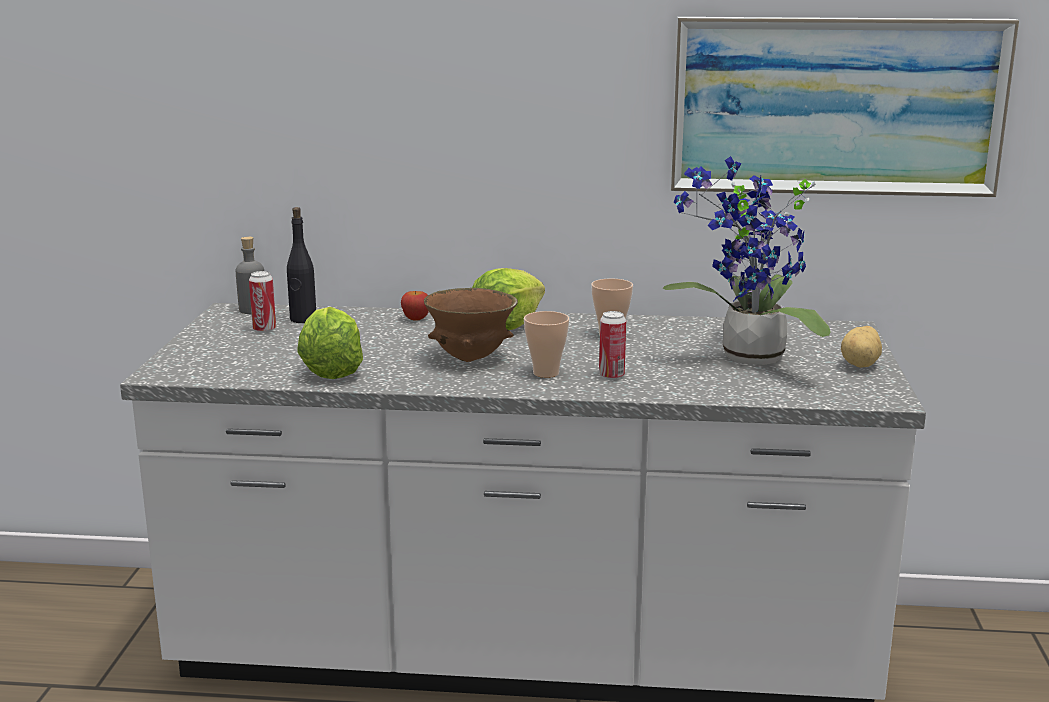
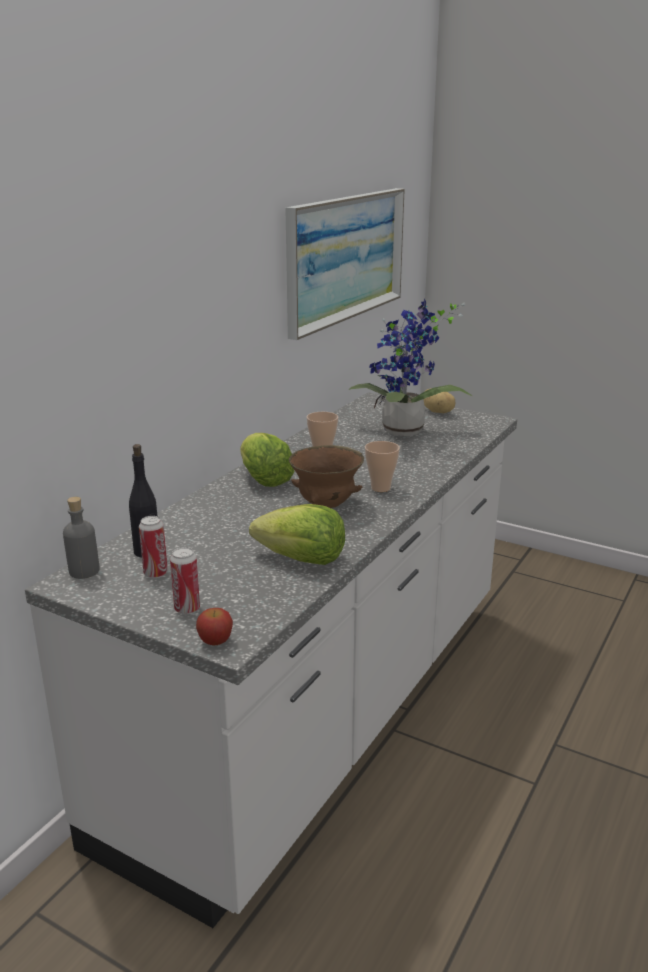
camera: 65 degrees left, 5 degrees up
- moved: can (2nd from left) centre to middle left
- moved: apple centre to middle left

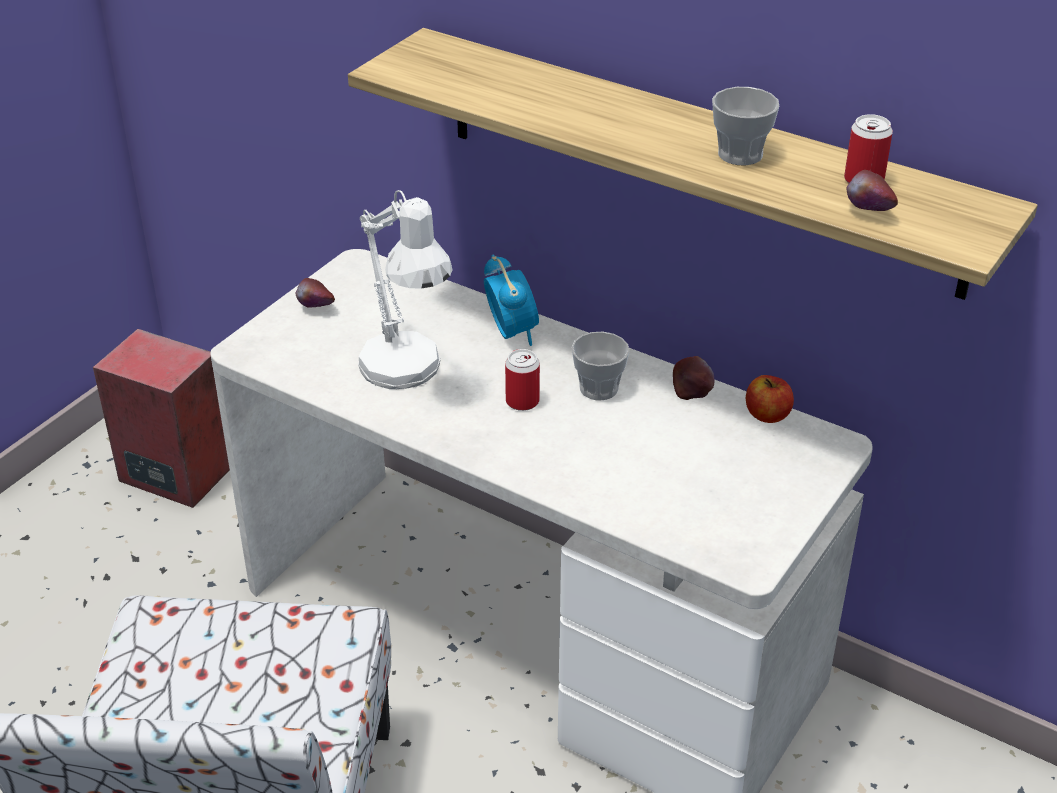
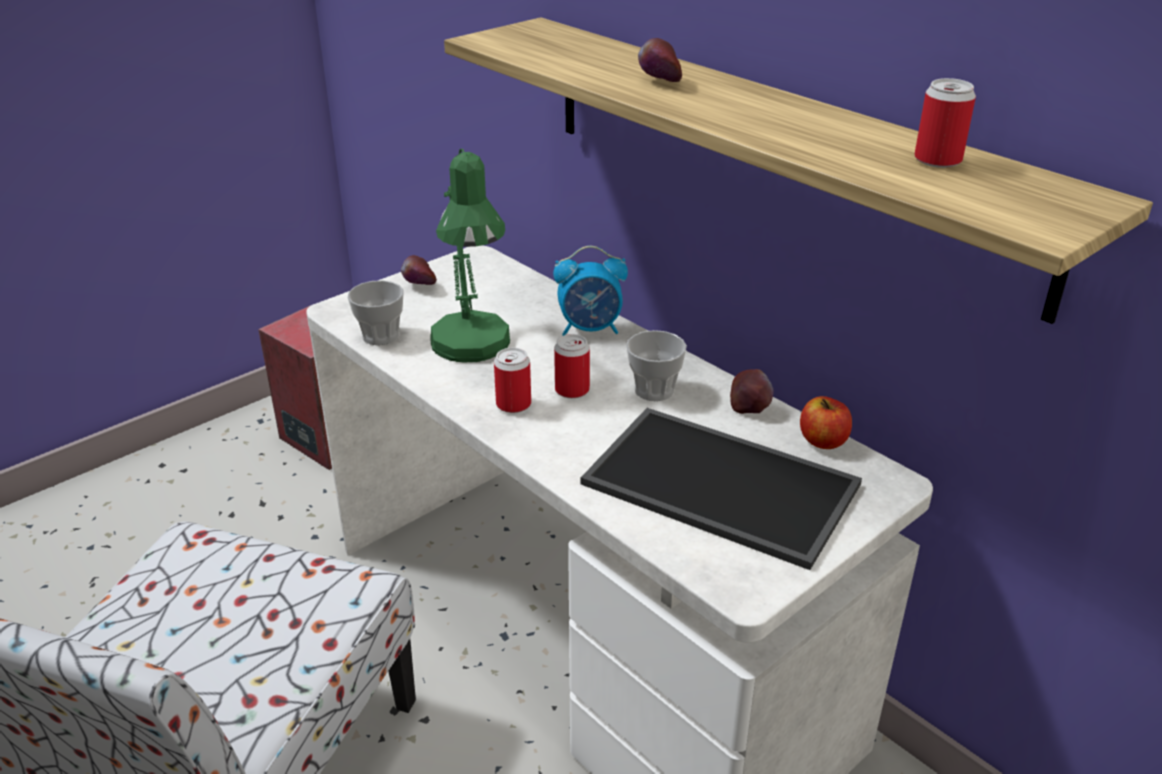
camera: 15 degrees right, 5 degrees down
- moved: cup (2nd from left in the first image) top right to cup (1st from left) middle left
- recoloured: table lamp (white) centre to table lamp (green) top centre
- added: can (1st from left) centre
- turned: alarm clock centre = centre 90 degrees clockwise
- added: tray centre
- moved: apple (4th from left in the first image) top right to apple (2nd from left) top centre

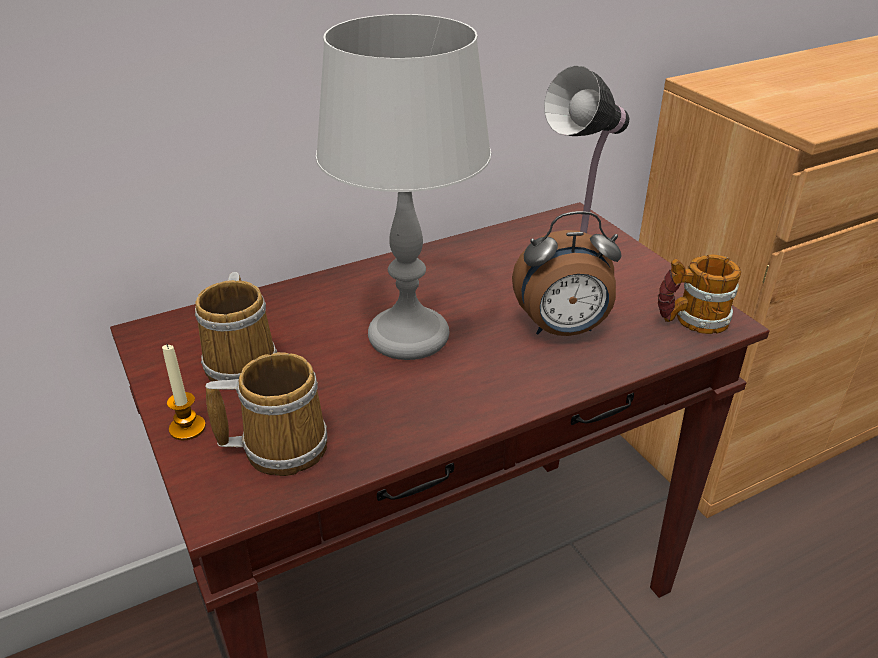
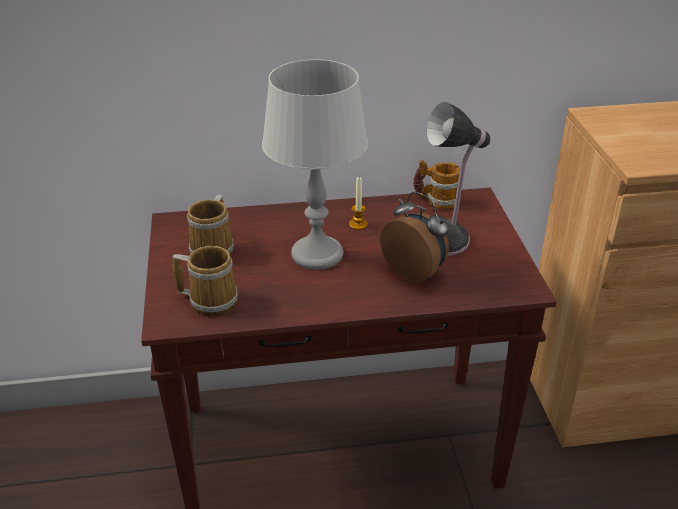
camera: 20 degrees right, 0 degrees up
- moved: candle middle left to centre
- turned: alarm clock centre = centre 150 degrees counterclockwise
- moved: mug (3rd from left) middle right to centre

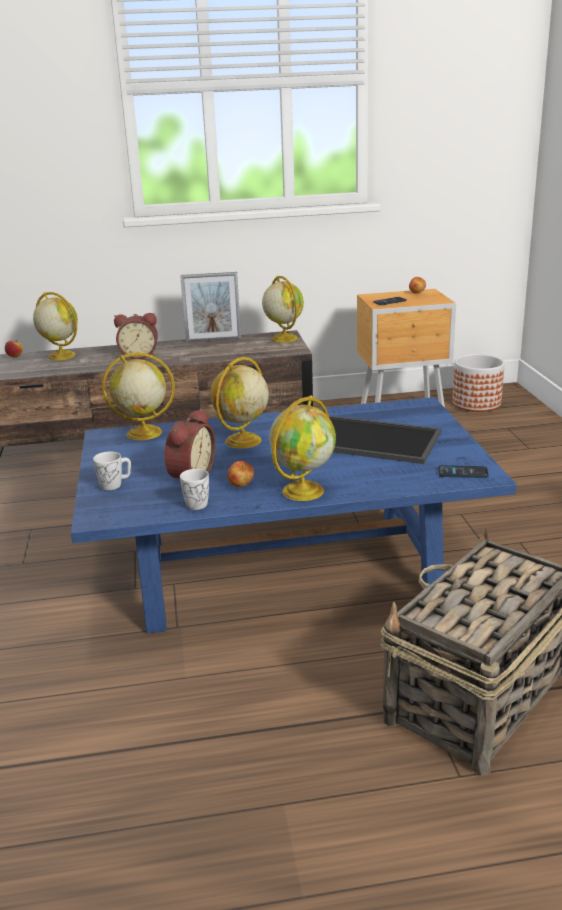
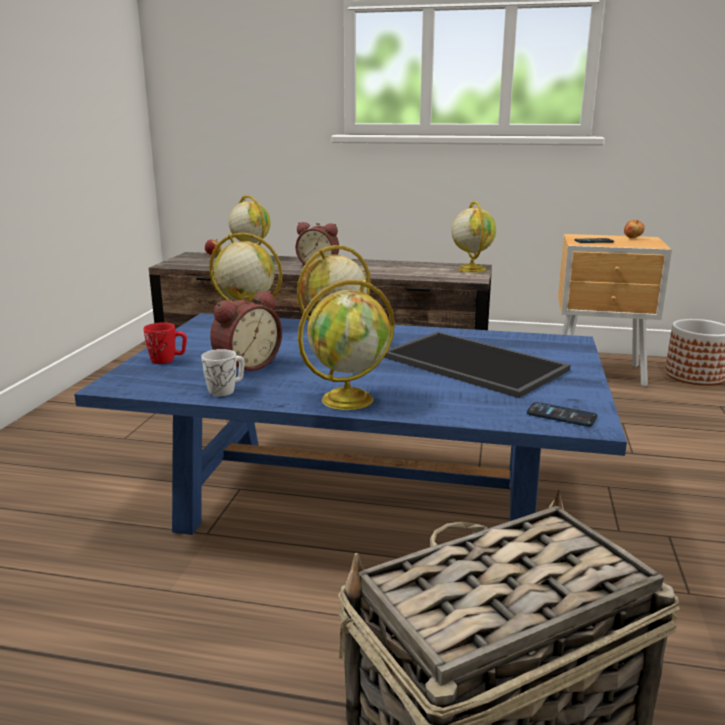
camera: 20 degrees right, 5 degrees down
- recoloured: mug (white) (1st from left) middle left to mug (red) middle left
- removed: picture frame centre
- removed: apple (2nd from left) centre

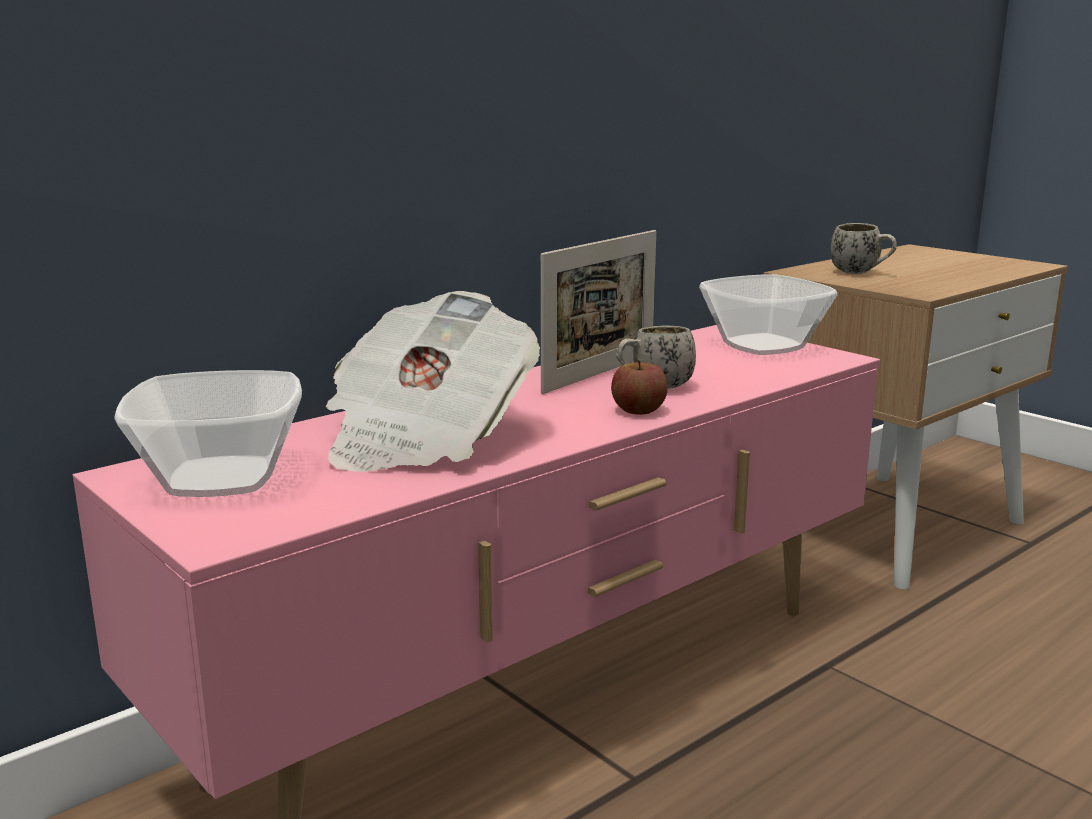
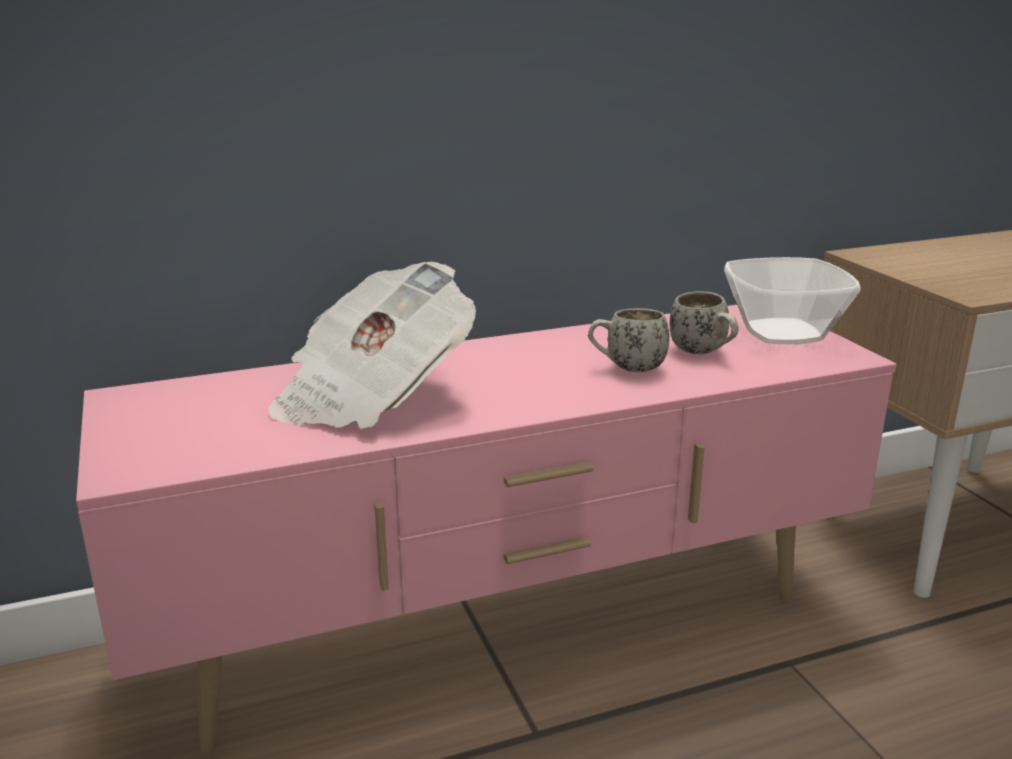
camera: 20 degrees right, 5 degrees up
- moved: mug (white) (2nd from left) top right to middle right
- removed: bowl (1st from left) middle left
- removed: picture frame centre
- removed: apple centre

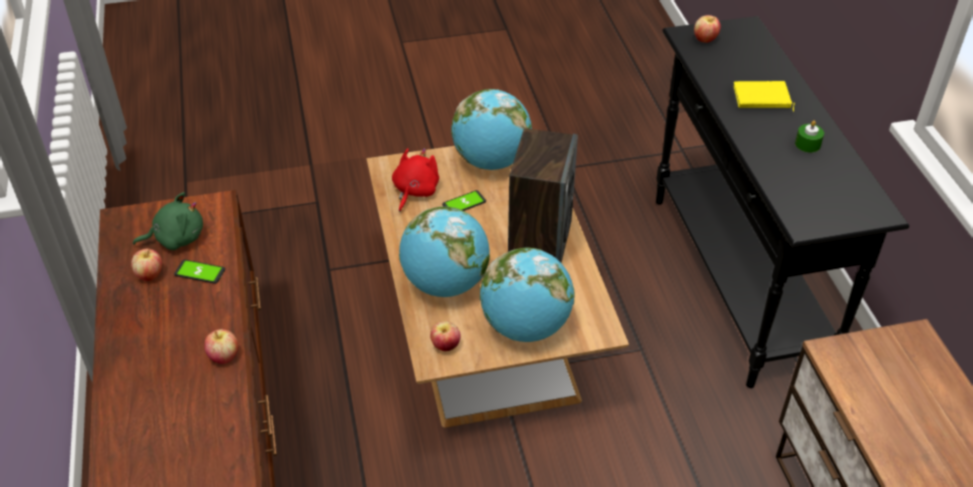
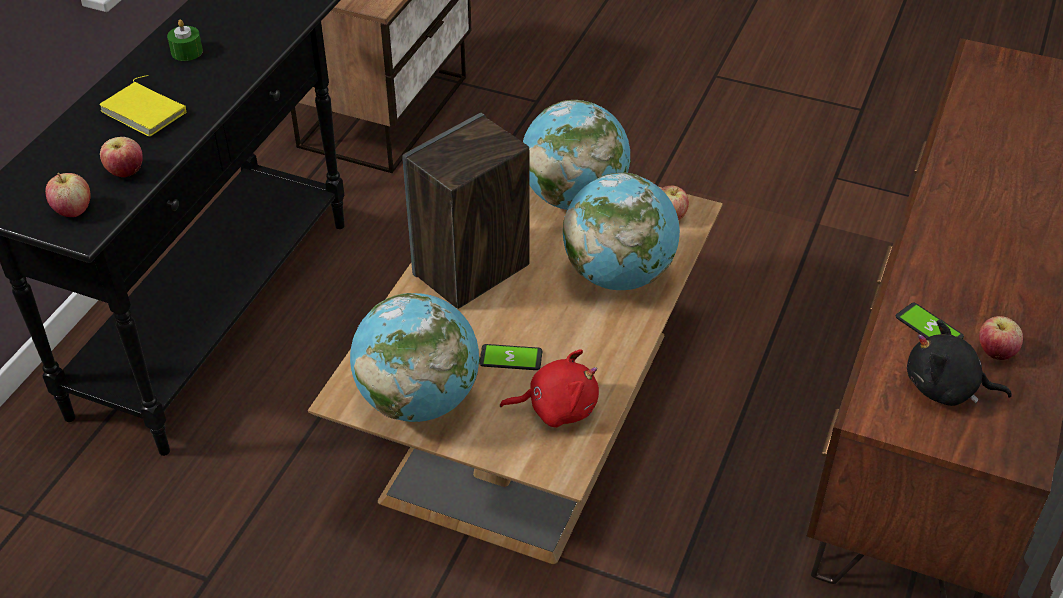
camera: 145 degrees left, 0 degrees up
- moved: apple (2nd from left) bottom left to top left
- turned: plush toy (red) centre = centre 150 degrees counterclockwise
- recoloured: plush toy (green) middle left to plush toy (black) middle right

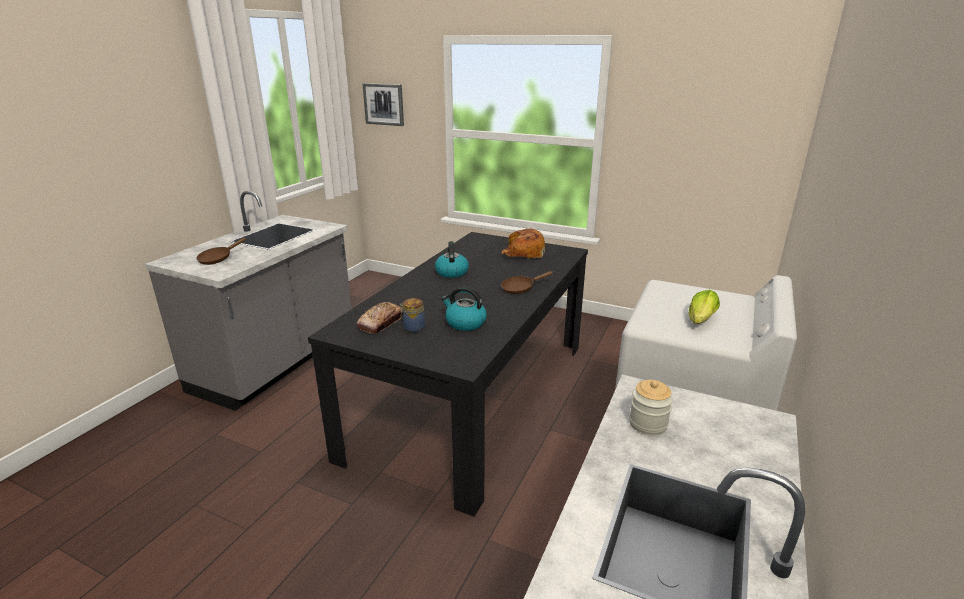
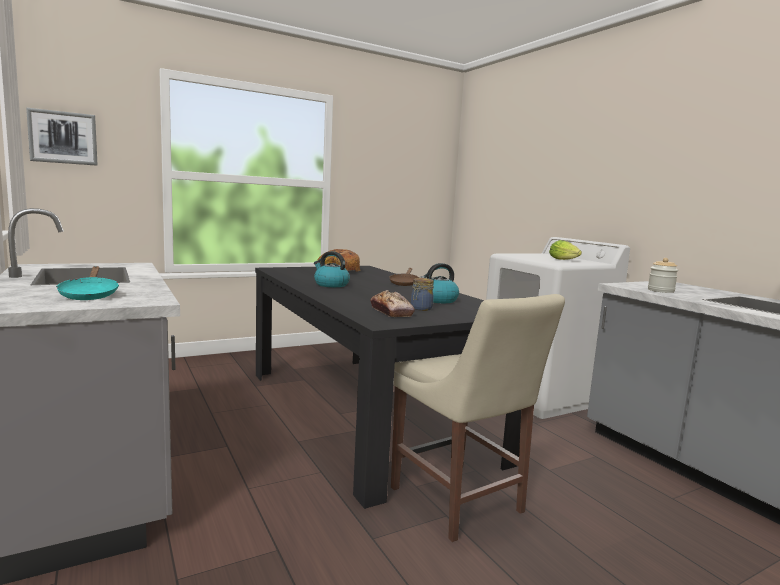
camera: 55 degrees left, 15 degrees down
- recoloured: frying pan (brown) (1st from left) middle left to frying pan (turquoise) middle left
- added: chair (beige) bottom centre

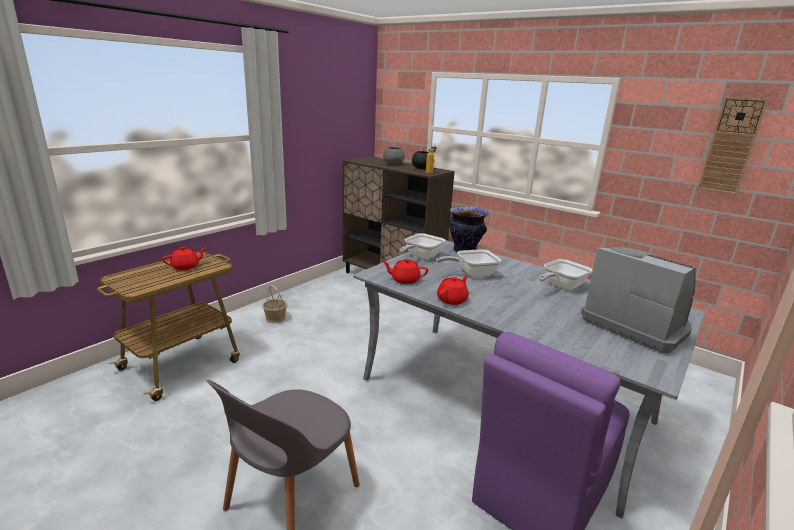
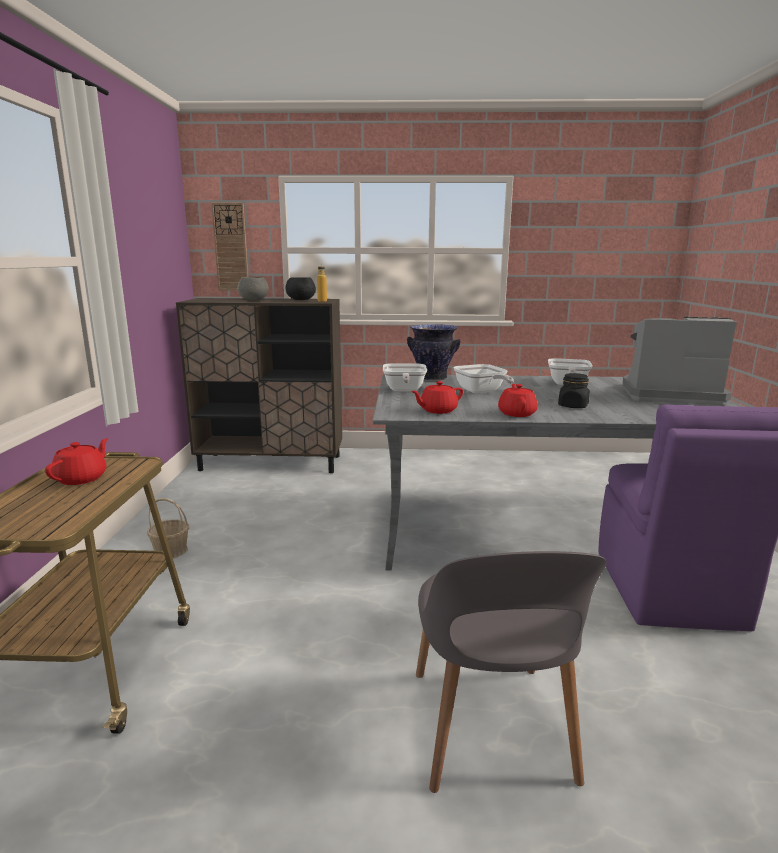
camera: 35 degrees left, 5 degrees down
- moved: wall clock top right to top left
- turned: frying pan (2nd from left) centre = centre 60 degrees counterclockwise
- added: jar (black) middle right

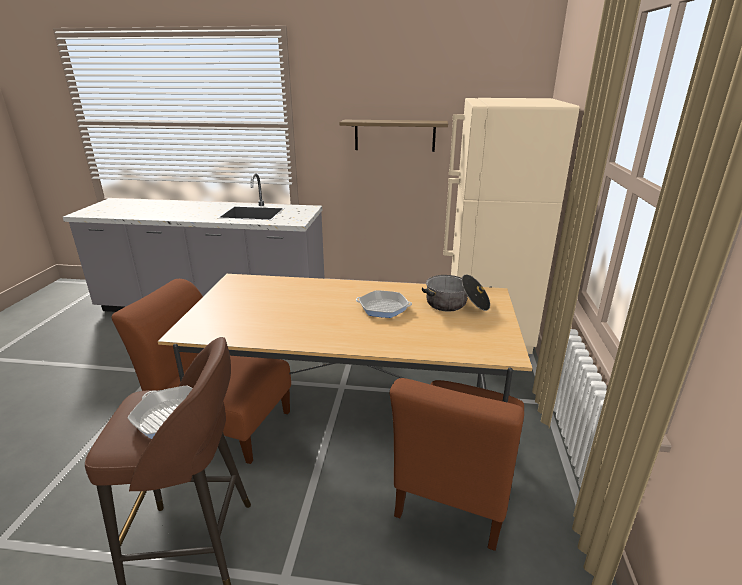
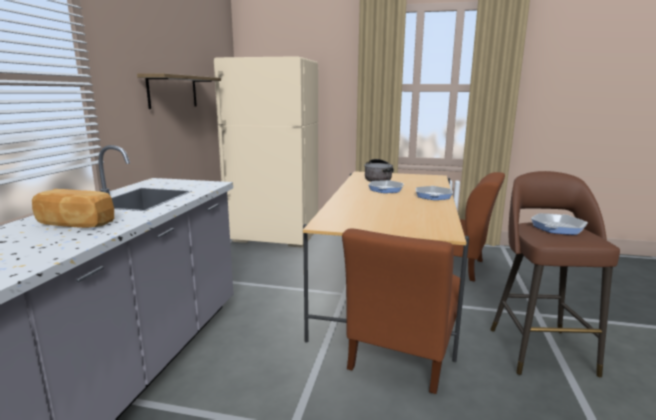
camera: 85 degrees left, 10 degrees down
- added: bread middle left
- added: frying pan (2nd from left) centre

